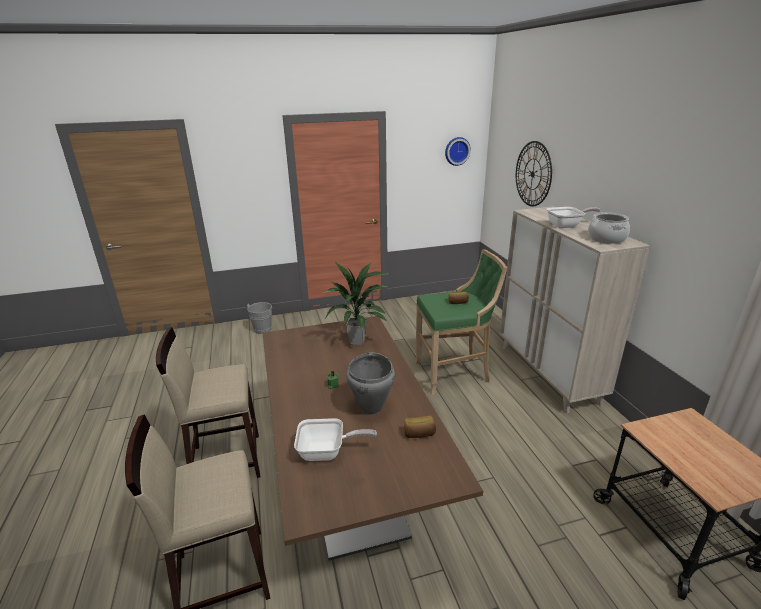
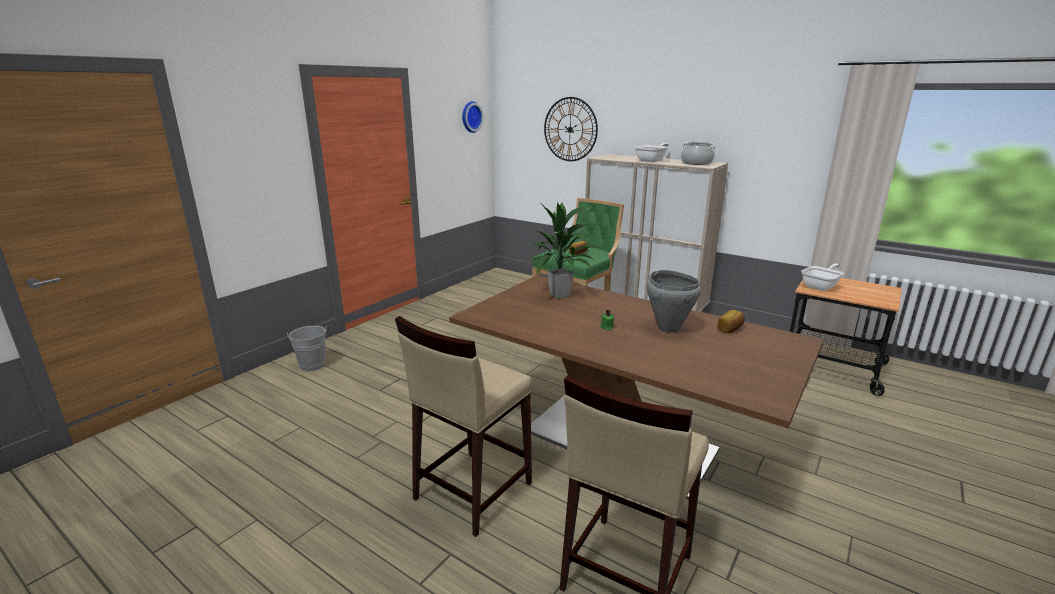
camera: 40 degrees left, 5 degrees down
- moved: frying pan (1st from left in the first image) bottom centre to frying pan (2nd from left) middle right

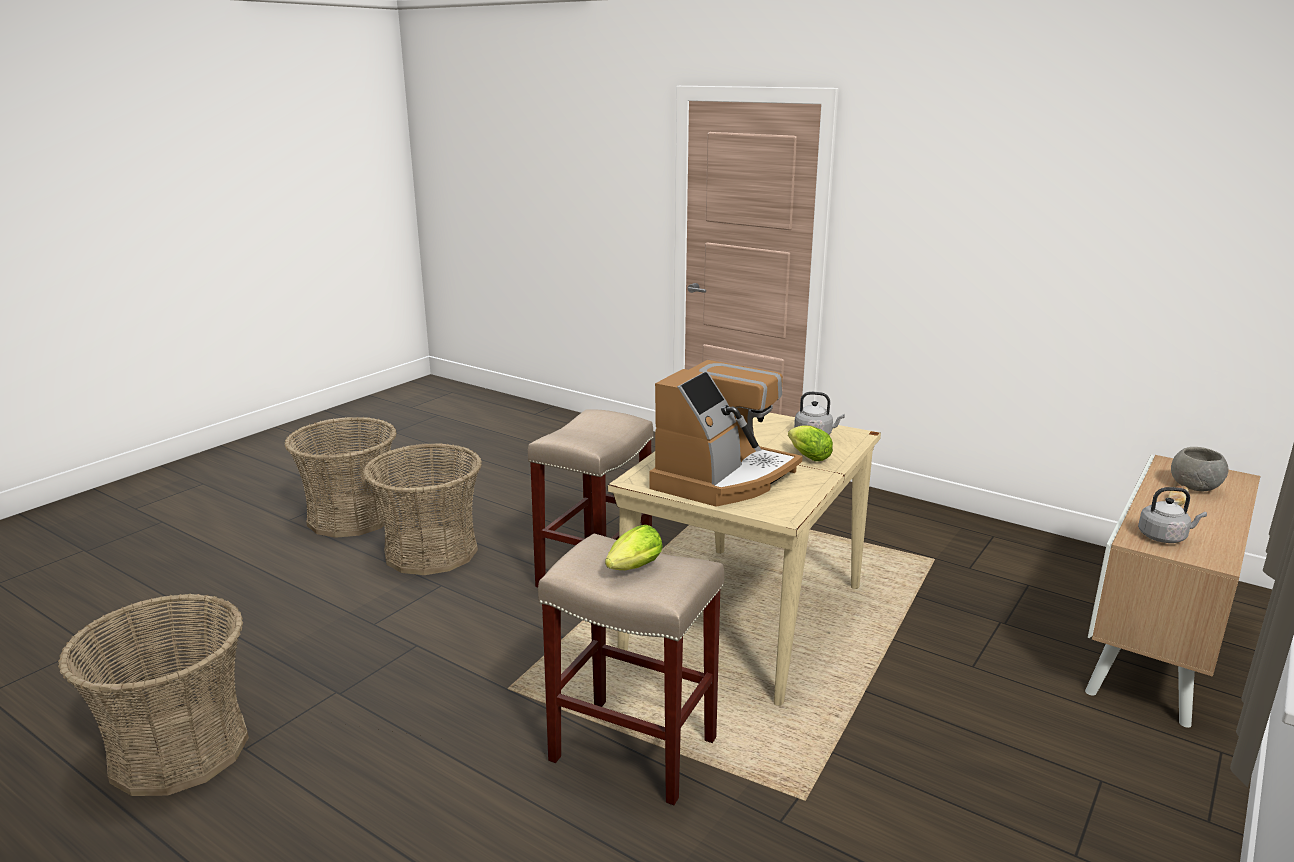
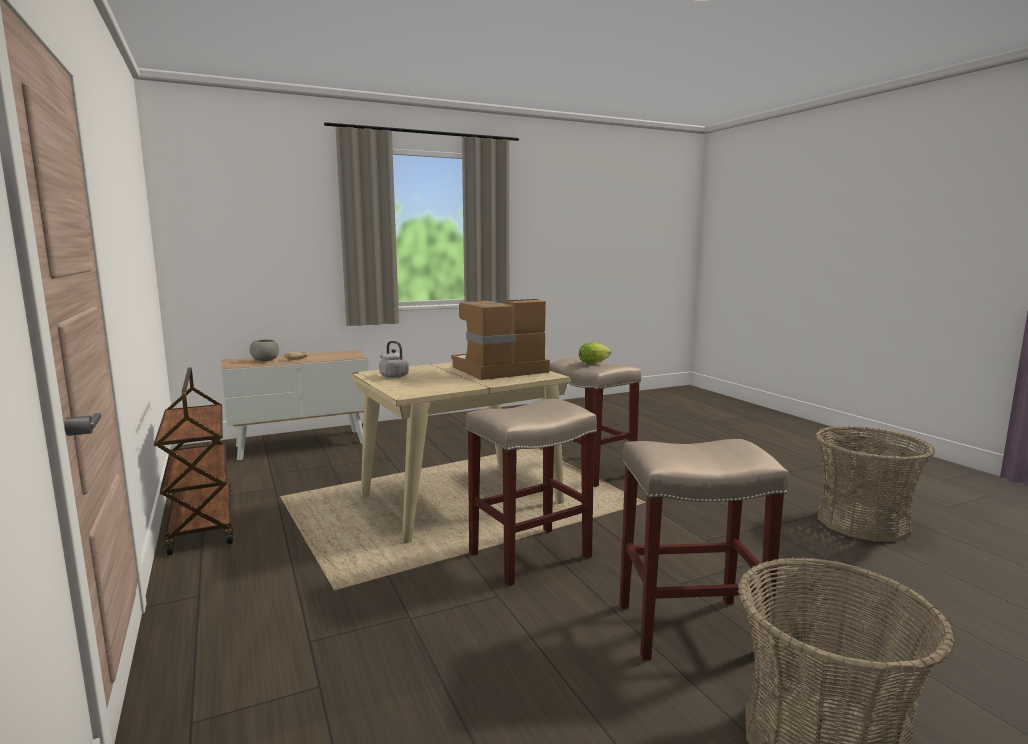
camera: 150 degrees left, 10 degrees down
- added: cart (brown) middle left
- replaced: basket (3rd from left) middle left to stool (beige) (3rd from left) bottom right
- removed: lettuce (2nd from left) centre
- removed: kettle (grey) (2nd from left) middle right

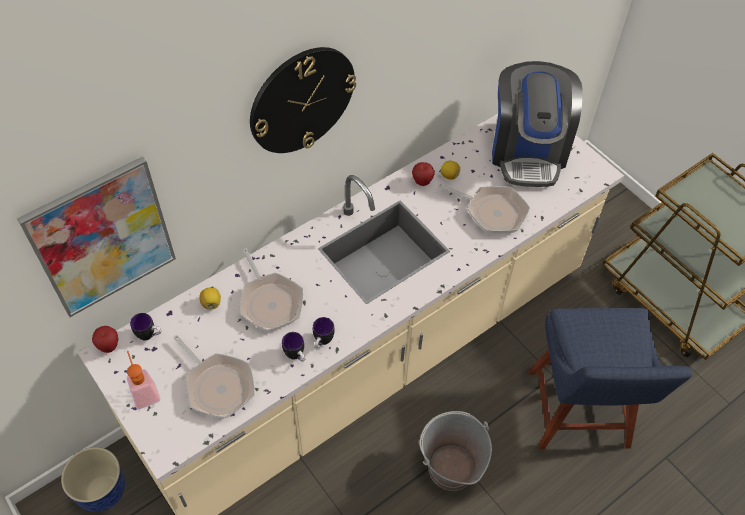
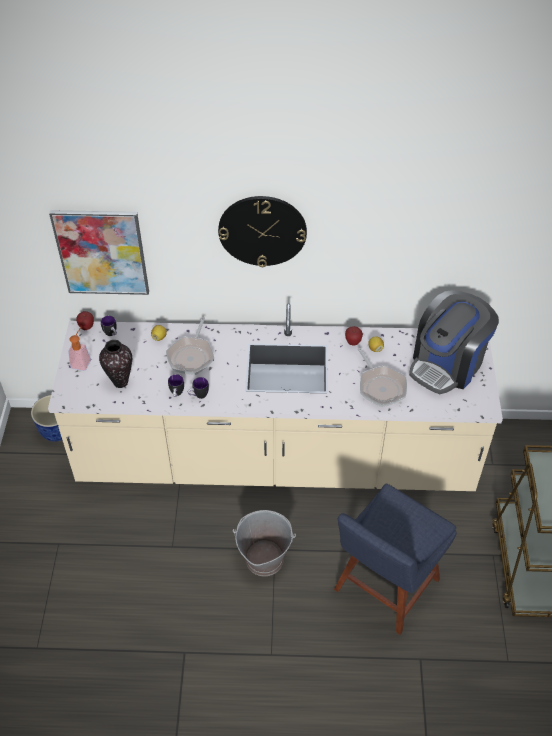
camera: 40 degrees right, 5 degrees down
- replaced: frying pan (1st from left) bottom left to vase middle left

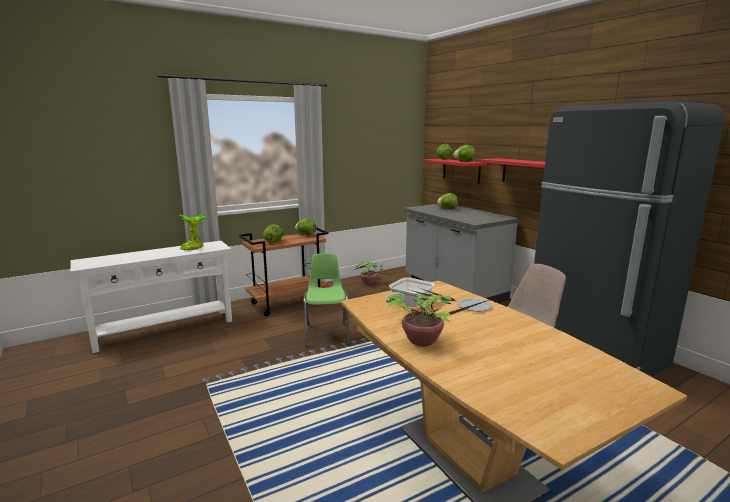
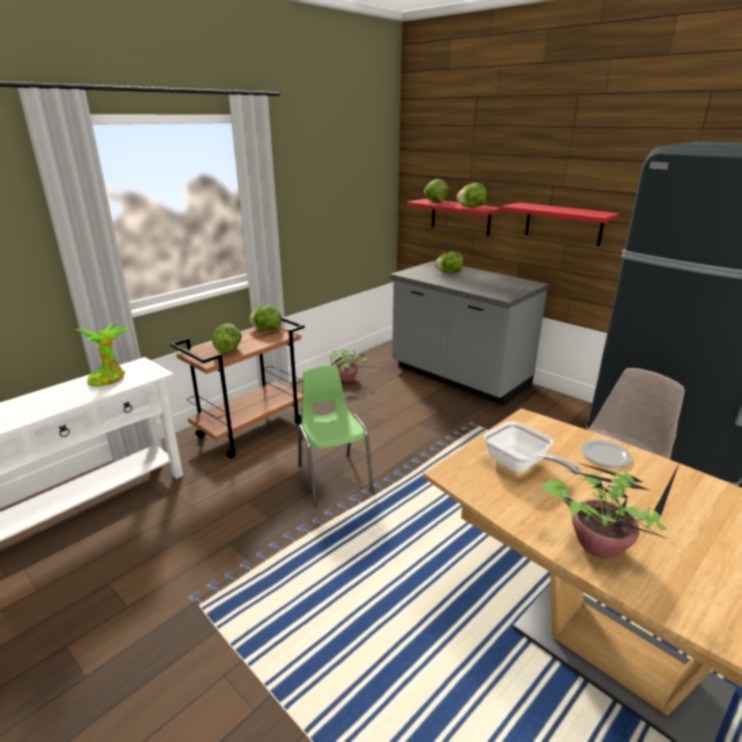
camera: 15 degrees left, 10 degrees up
- turned: frying pan centre = middle right 60 degrees counterclockwise

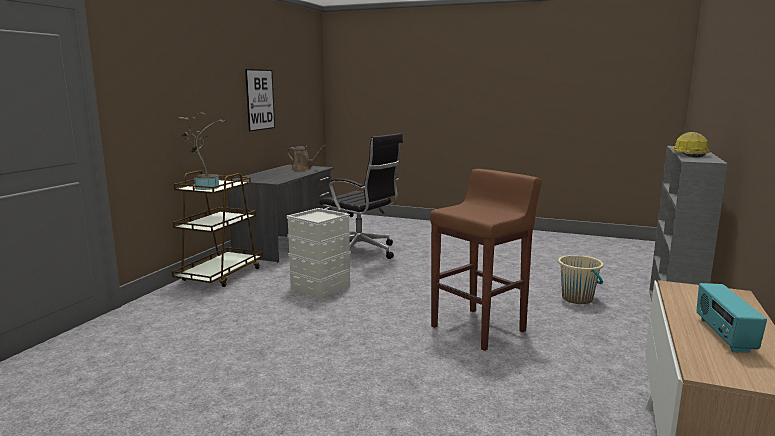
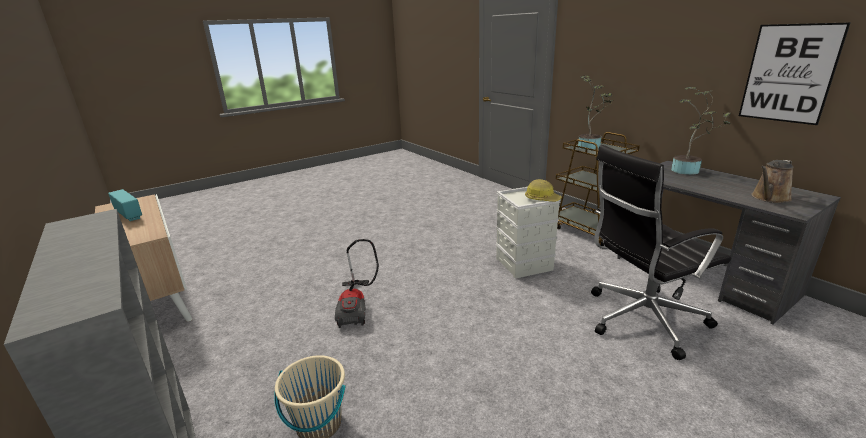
camera: 125 degrees right, 10 degrees up
- replaced: stool (brown) centre to vacuum cleaner centre
- moved: hard hat top right to centre
- added: potted plant (2nd from left) top right

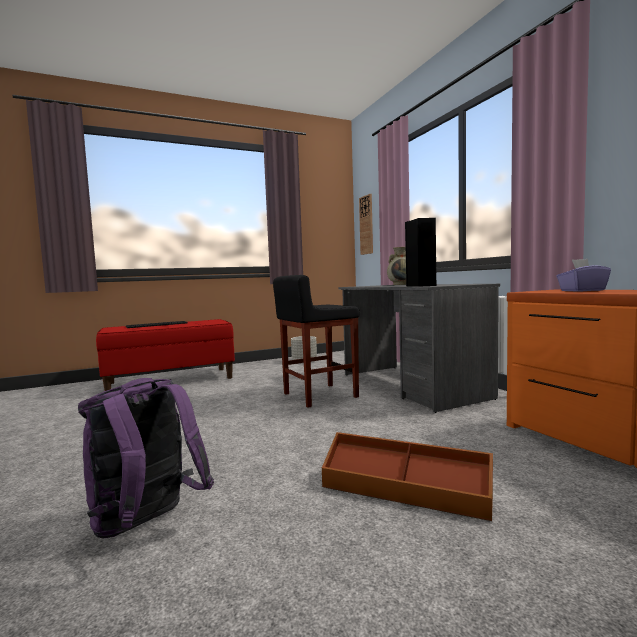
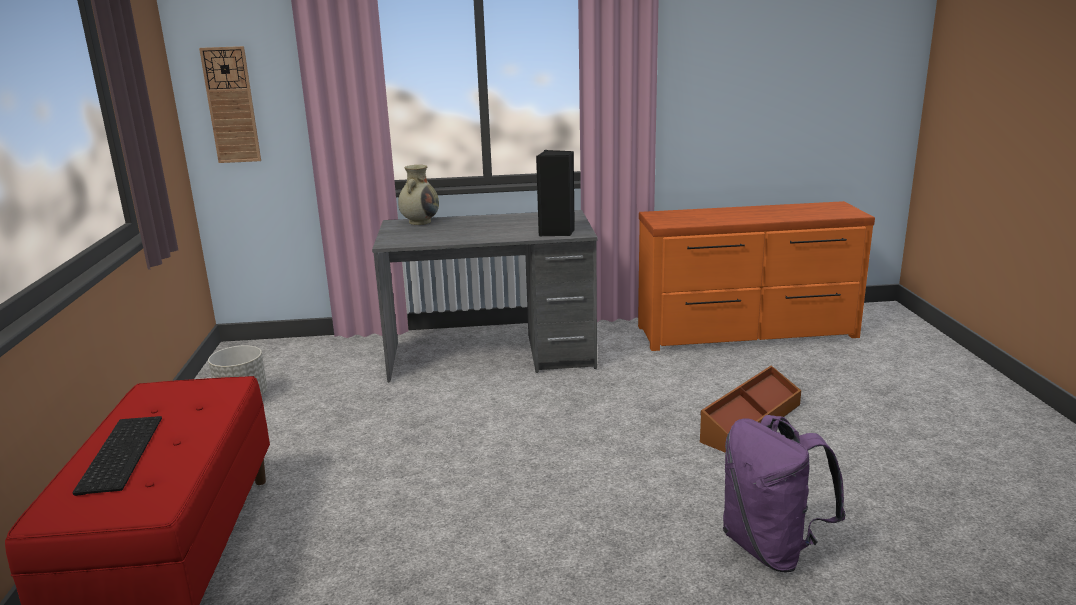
camera: 70 degrees left, 15 degrees up
- removed: stool (black) centre
- removed: tissue box (purple) middle right

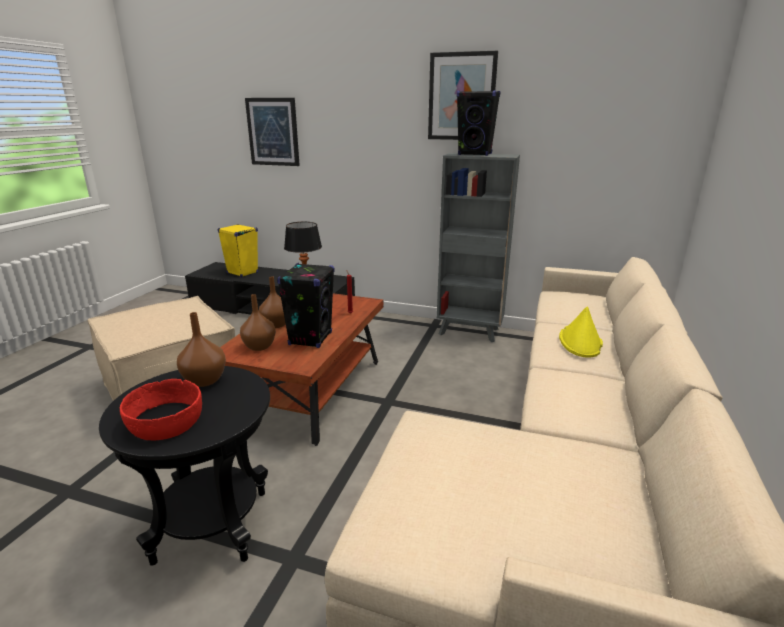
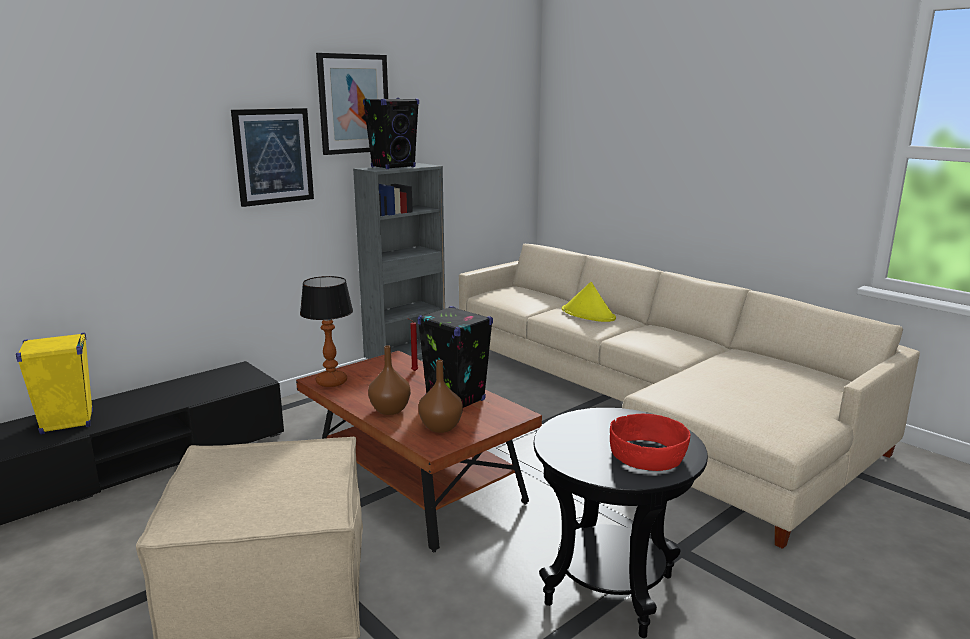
camera: 60 degrees left, 5 degrees down
- moved: picture (1st from left) top centre to top left
- removed: vase (brown) (1st from left) middle left

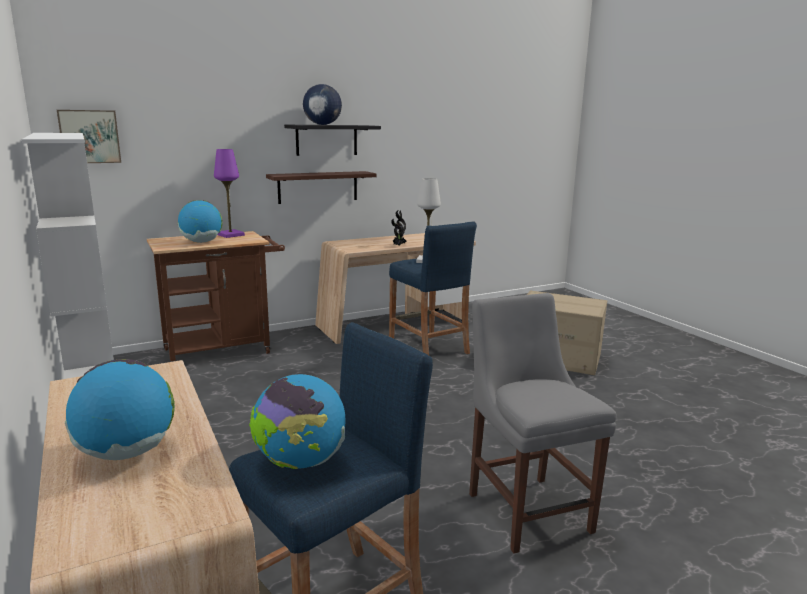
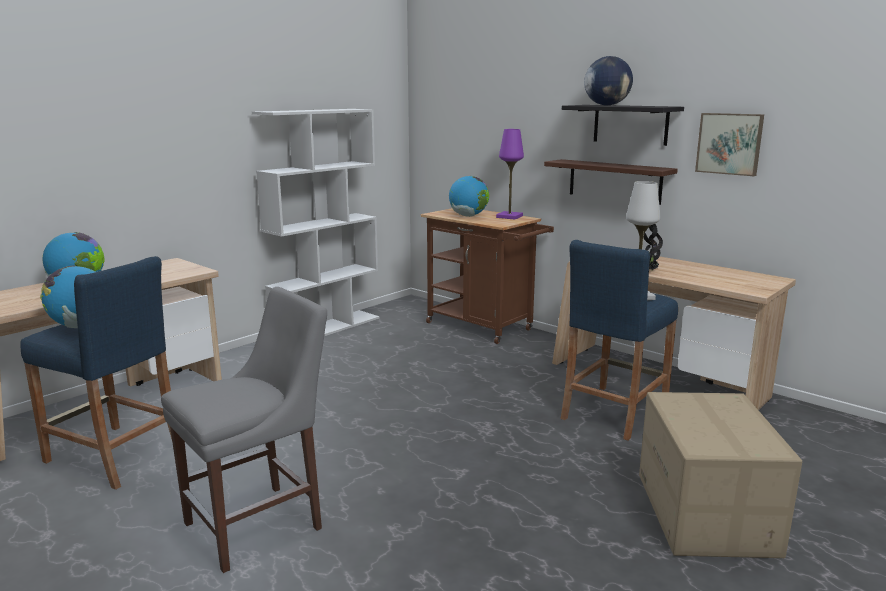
camera: 70 degrees right, 0 degrees up
- moved: picture top left to top right

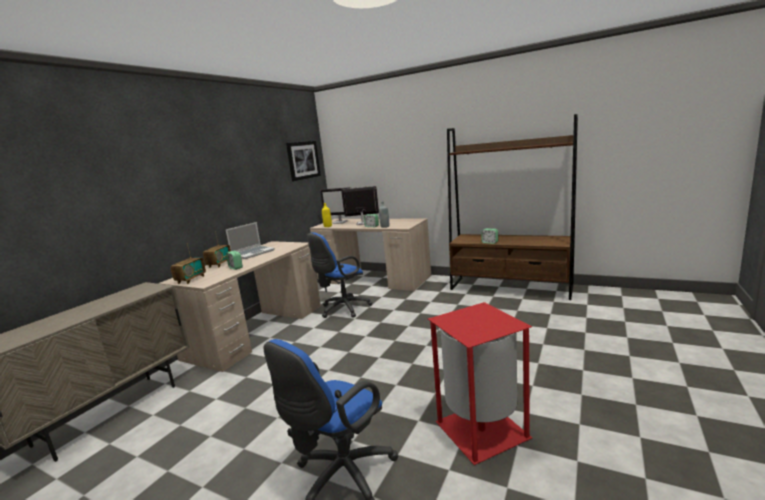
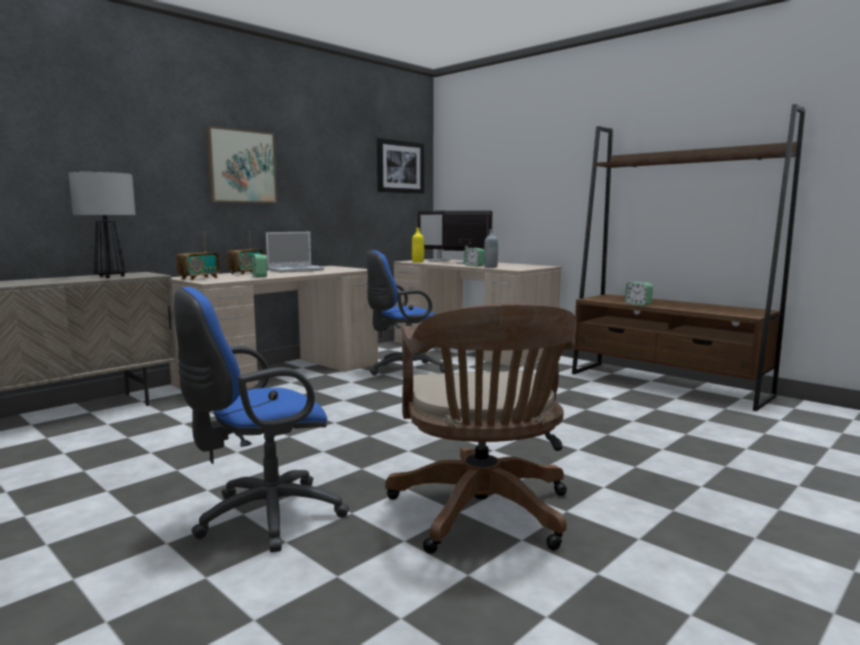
camera: 15 degrees right, 5 degrees down
- added: table lamp middle left
- added: picture (1st from left) top left
- replaced: trash can (red) bottom centre to office chair (brown) centre

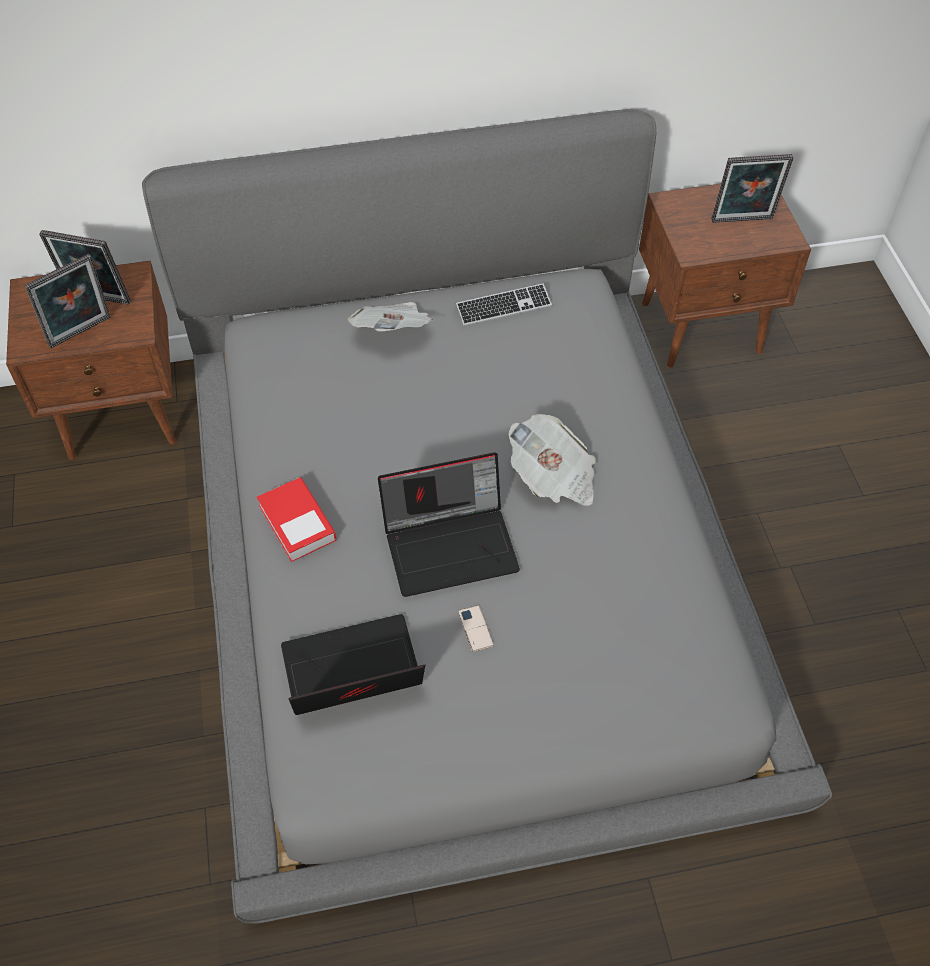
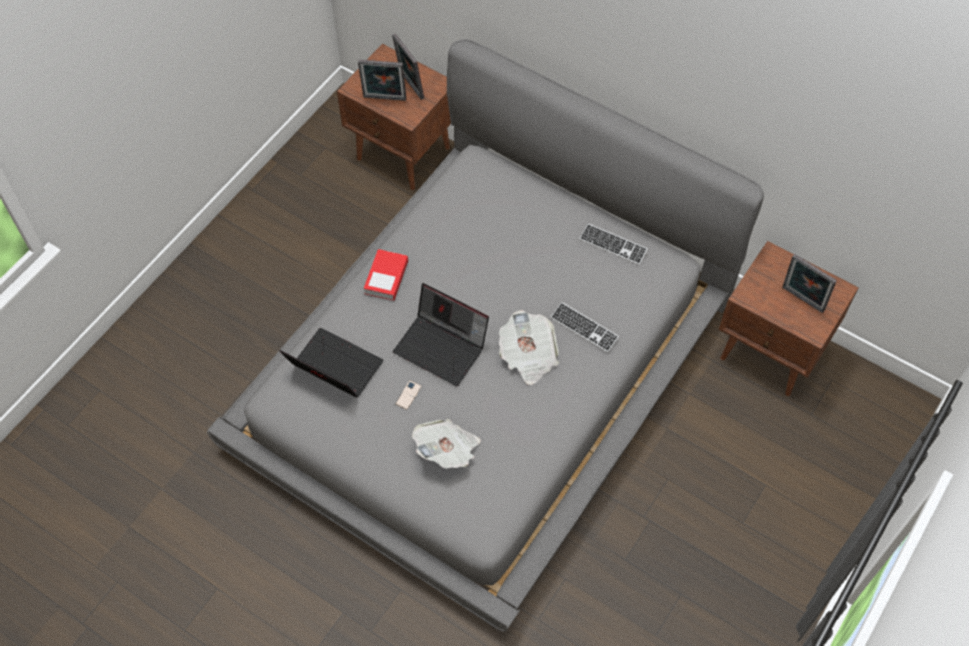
camera: 45 degrees right, 5 degrees up
- moved: newspaper (1st from left) top centre to bottom centre
- added: keyboard (1st from left) centre

